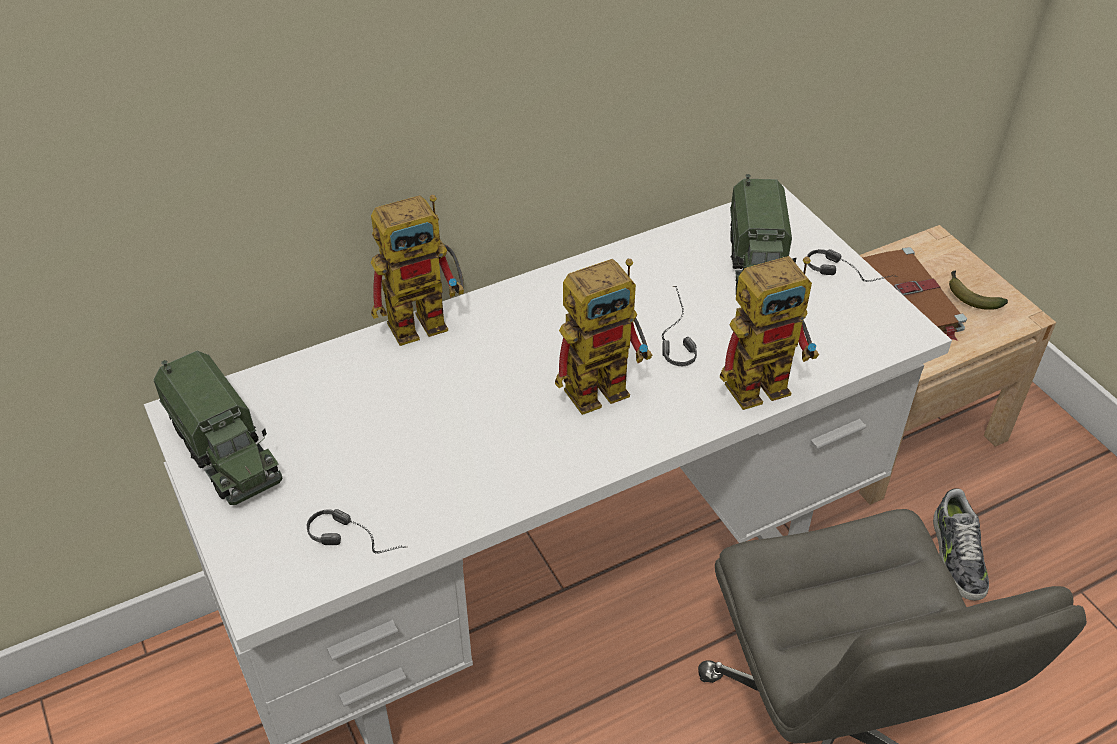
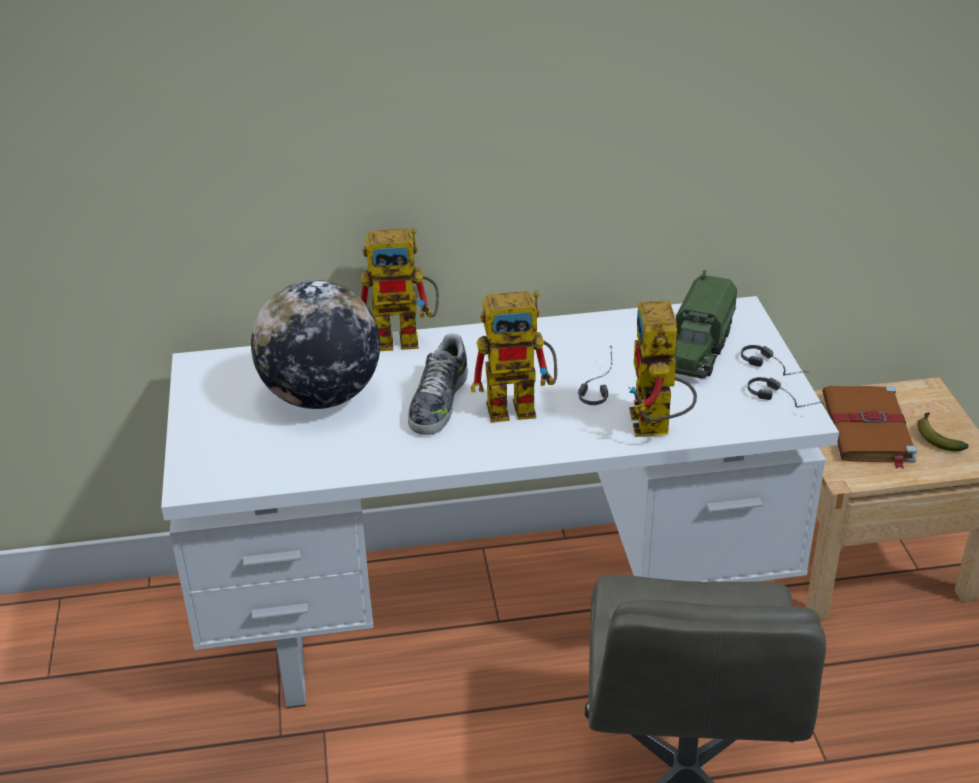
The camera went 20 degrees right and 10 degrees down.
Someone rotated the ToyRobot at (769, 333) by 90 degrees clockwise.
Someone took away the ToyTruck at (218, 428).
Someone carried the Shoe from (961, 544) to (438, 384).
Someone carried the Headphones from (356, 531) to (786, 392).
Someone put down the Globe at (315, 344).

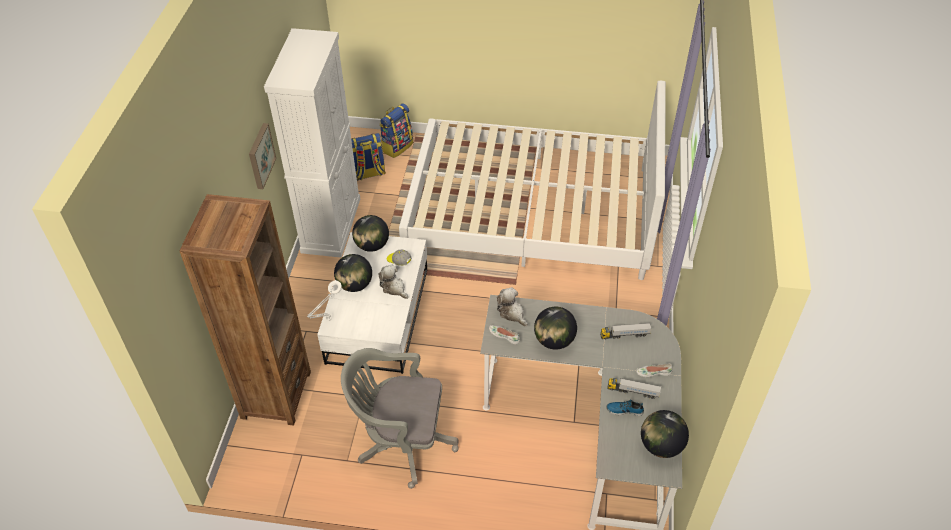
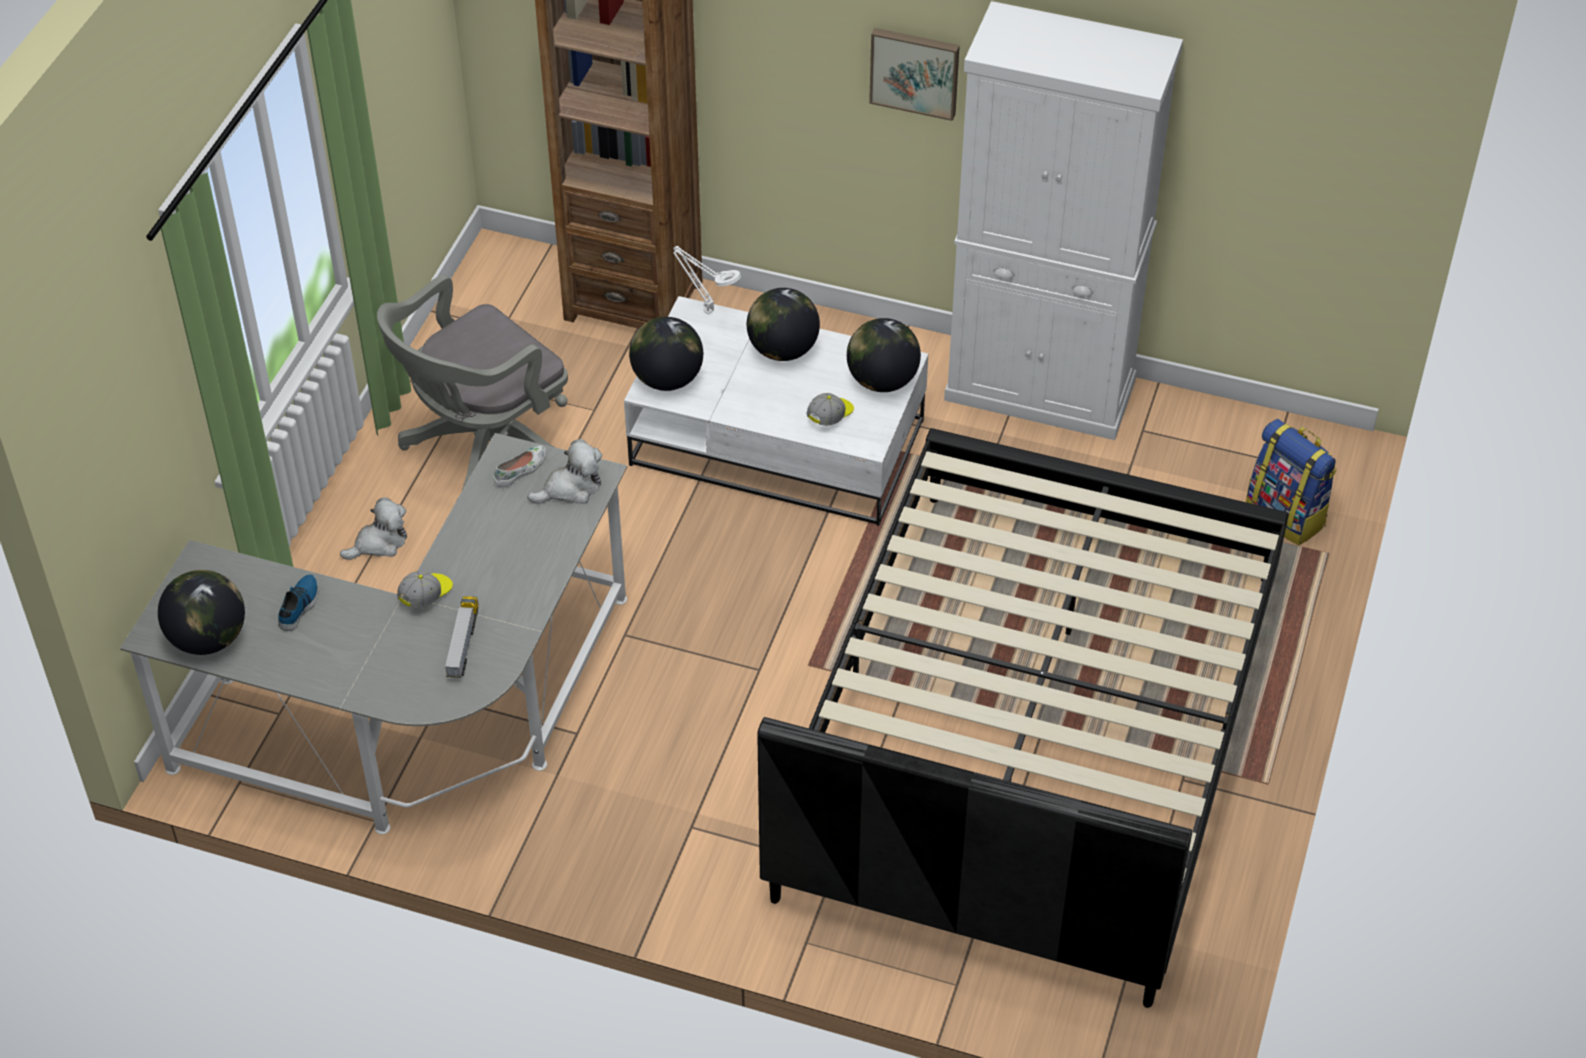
The camera went 100 degrees right and 0 degrees up.
Someone repainted the WhiteBed at (532, 180), which became the BlackBed at (1023, 718).
Someone took away the Backpack at (368, 157).
Someone carried the PlushToy from (393, 281) to (373, 528).
Someone carried the Globe from (555, 328) to (666, 354).
Someone rotated the GreyOfficeChair at (399, 418) by 150 degrees counterclockwise.
Someone took away the WhiteShoe at (654, 370).
Someone took away the ToyTruck at (634, 388).
Someone put down the Cap at (425, 589).

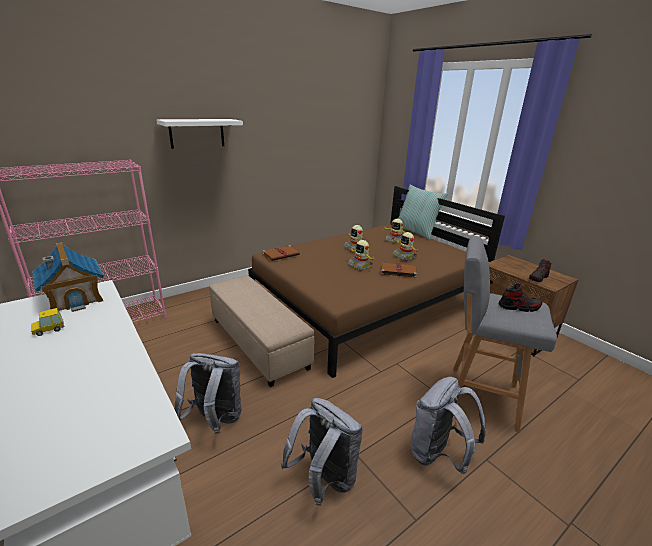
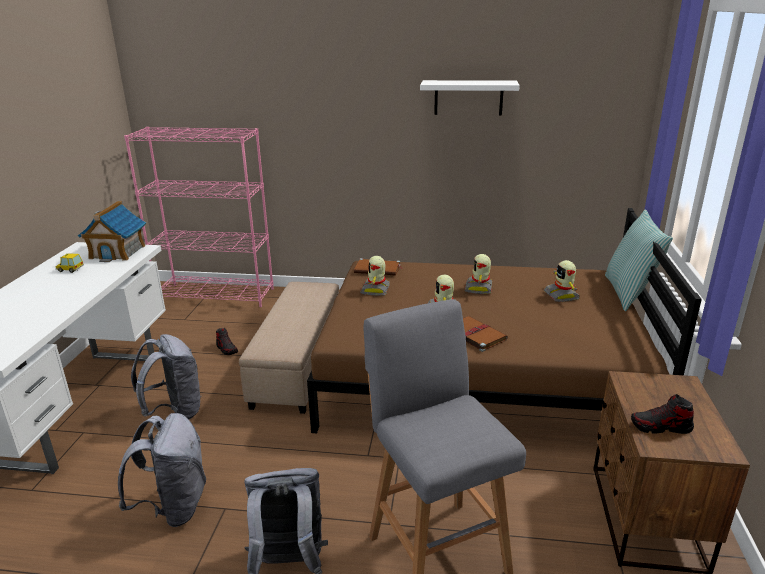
The camera went 45 degrees right and 0 degrees up.
Someone carried the WhiteShelf from (199, 134) to (470, 97).
Someone carried the ToyRobot from (405, 246) to (375, 275).
Someone carried the Shoe from (520, 298) to (227, 341).

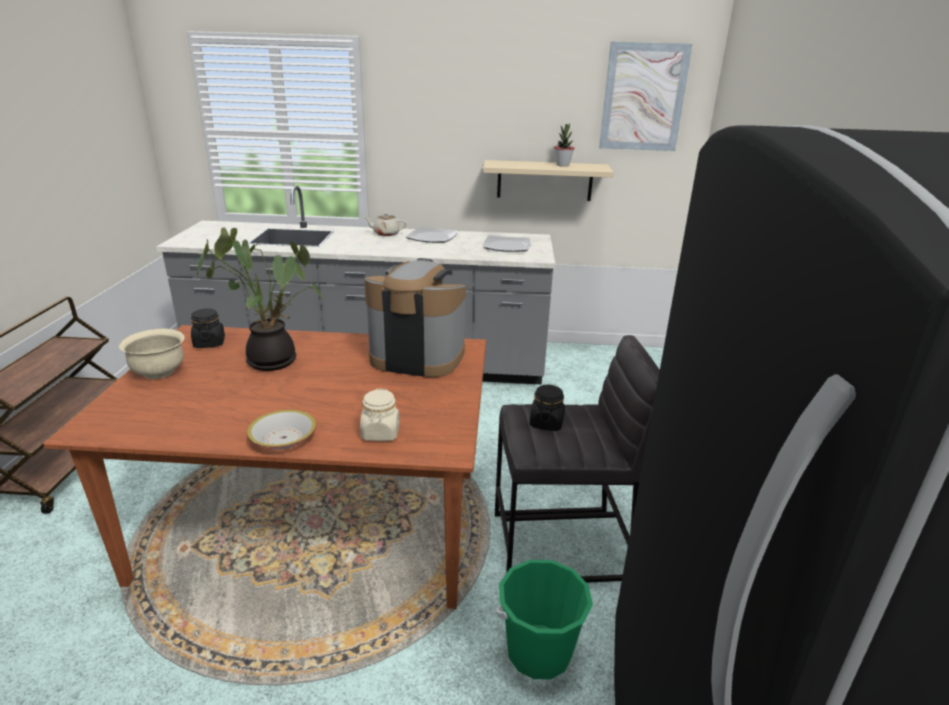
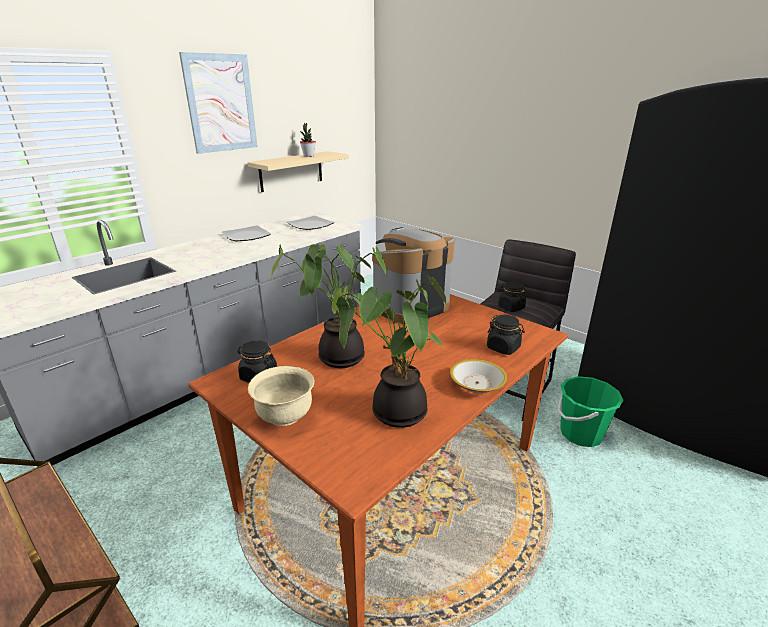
The camera went 50 degrees left and 0 degrees up.
Someone carried the Picture from (646, 96) to (218, 103).
Someone took away the BeigeTeapot at (385, 224).
Someone repainted the BeigeJar at (380, 414), which became the BlackJar at (506, 335).
Someone put down the PottedPlant at (389, 351).

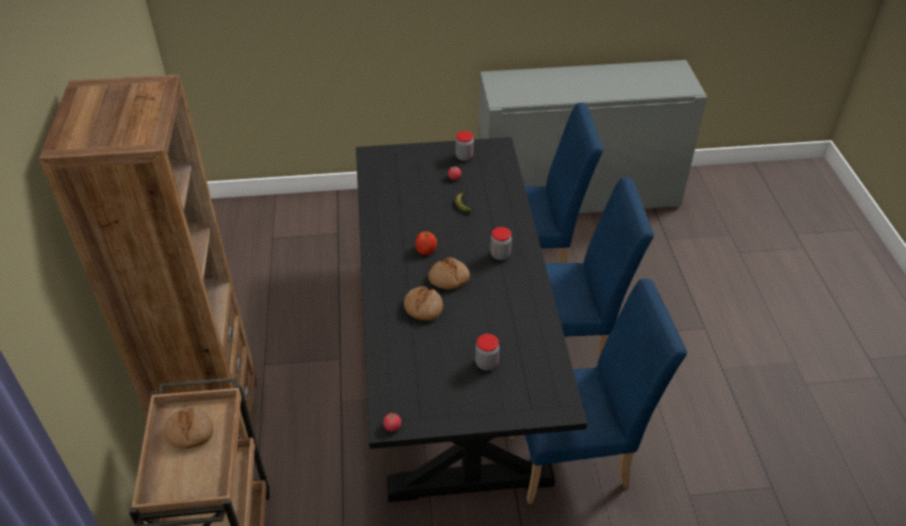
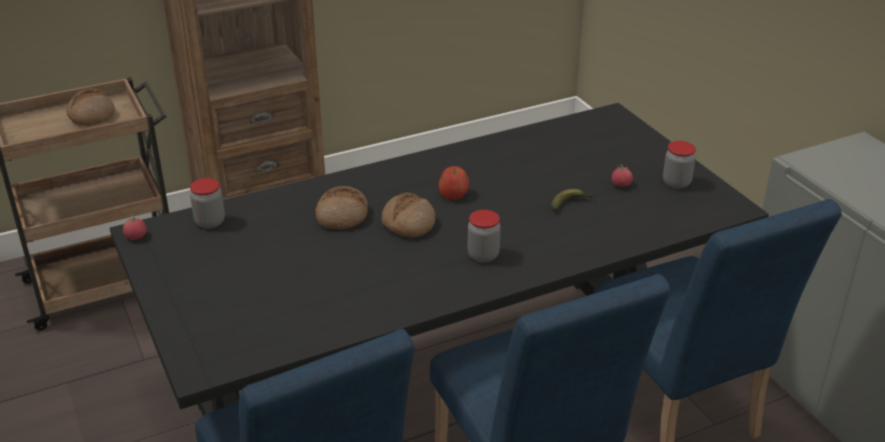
The camera went 70 degrees right and 10 degrees down.
Someone carried the Jar from (487, 352) to (207, 203).

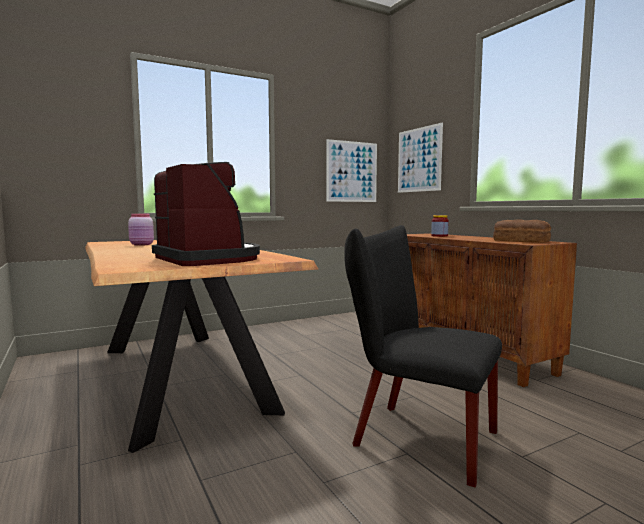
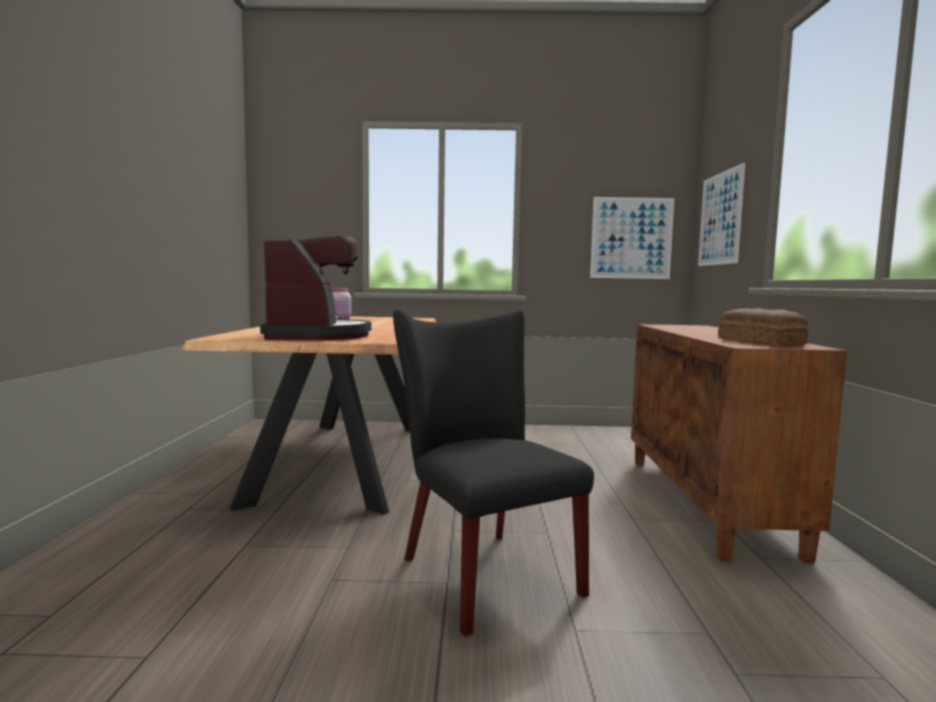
The camera went 30 degrees right and 0 degrees up.
Someone took away the Jar at (440, 226).

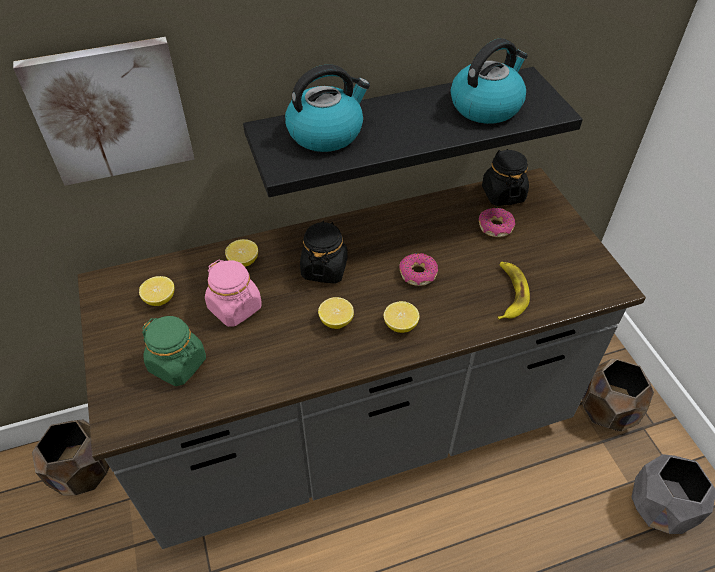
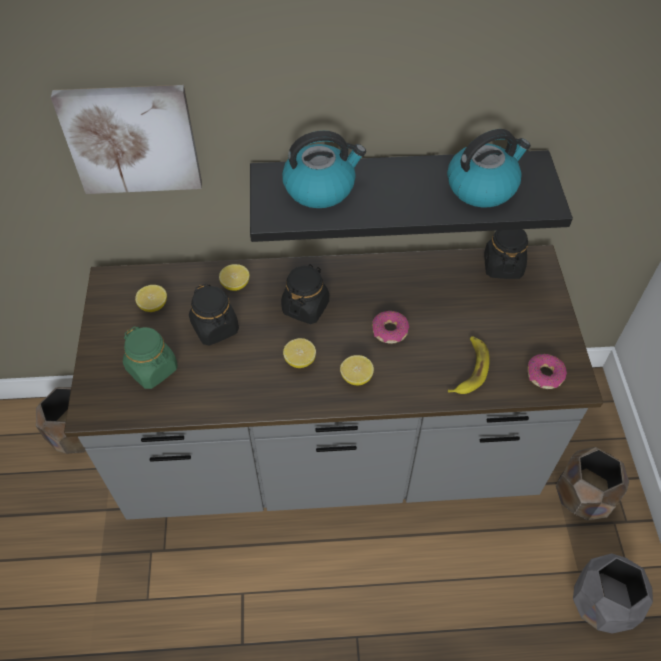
The camera went 15 degrees right and 5 degrees up.
Someone carried the Donut from (497, 222) to (547, 371).
Someone repainted the PinkJar at (233, 293), which became the BlackJar at (214, 314).

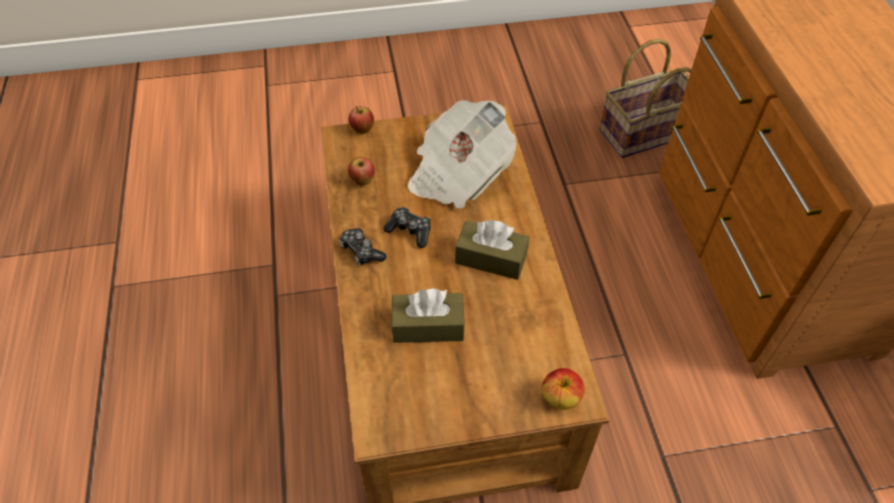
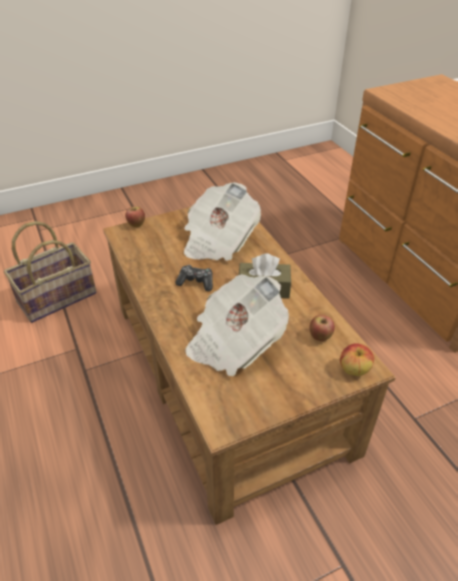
The camera went 15 degrees left and 10 degrees down.
Someone carried the Basket from (645, 98) to (50, 272).
Someone carried the Apple from (361, 171) to (322, 328).
Someone took away the GameController at (363, 246).
Someone swapped the BrownTissueBox at (428, 315) for the Newspaper at (237, 325).

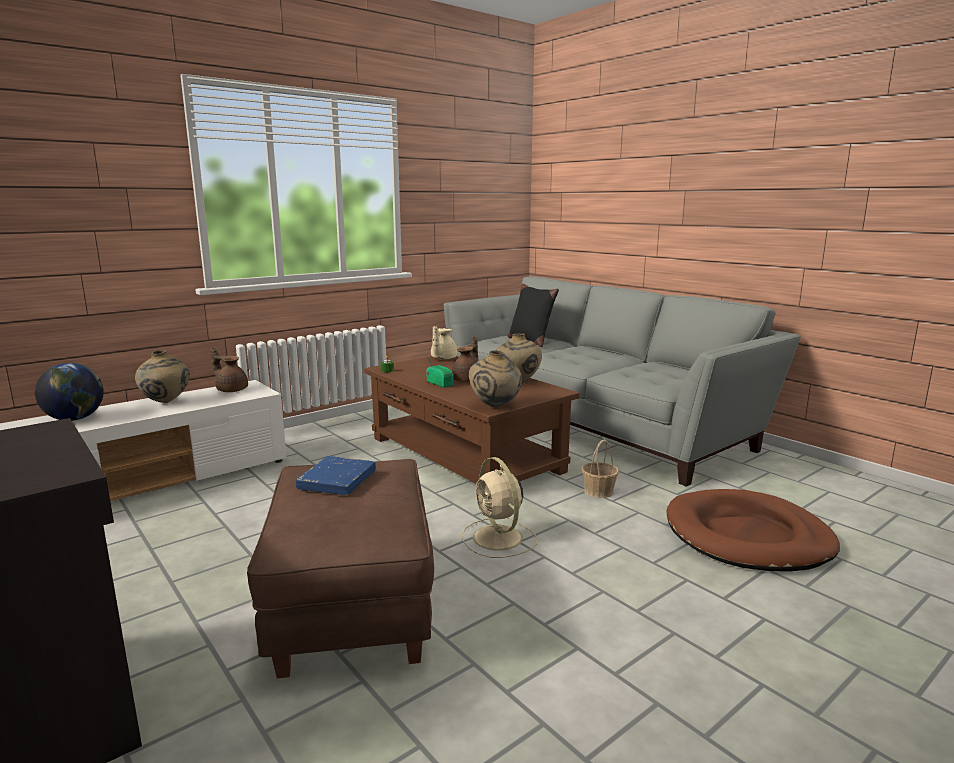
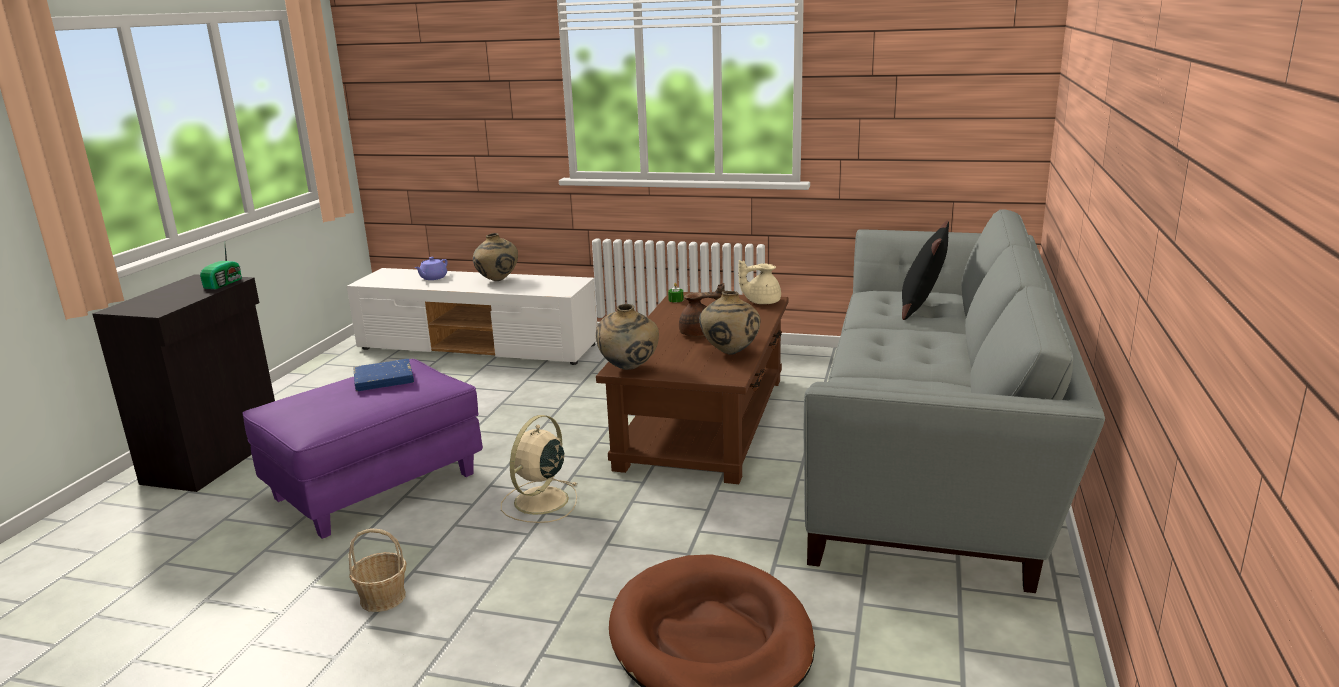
The camera went 55 degrees right and 5 degrees up.
Someone took away the BrownTeapot at (229, 370).
Someone carried the Radio from (438, 369) to (221, 266).
Someone swapped the Globe at (69, 392) for the PurpleTeapot at (431, 268).
Someone carried the Basket from (600, 469) to (378, 570).
Someone repainted the BrownOttoman at (340, 568), which became the PurpleOttoman at (362, 449).

